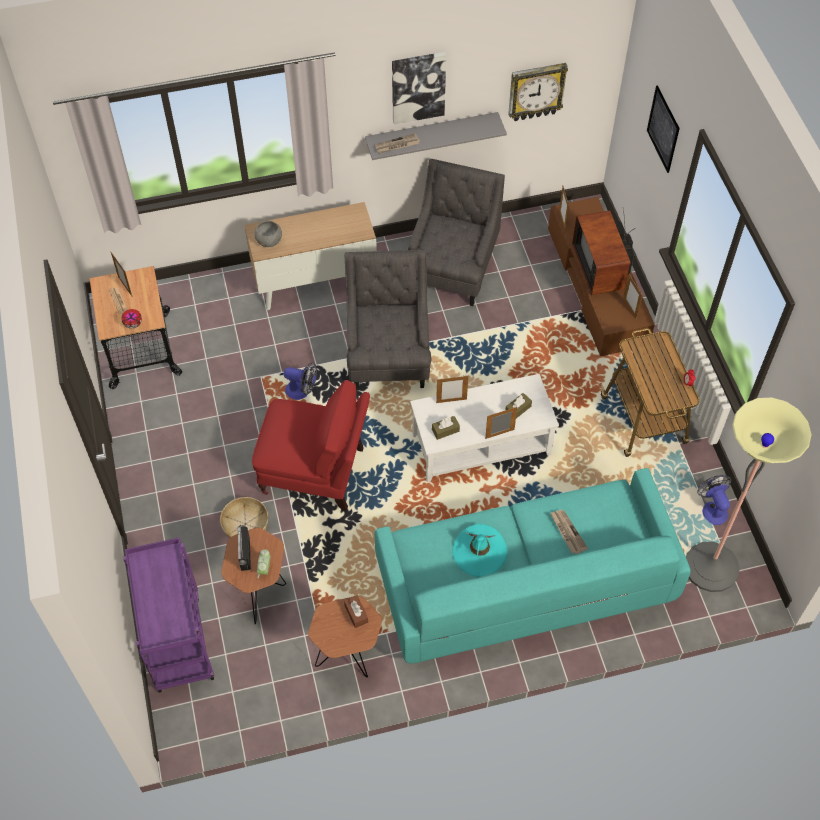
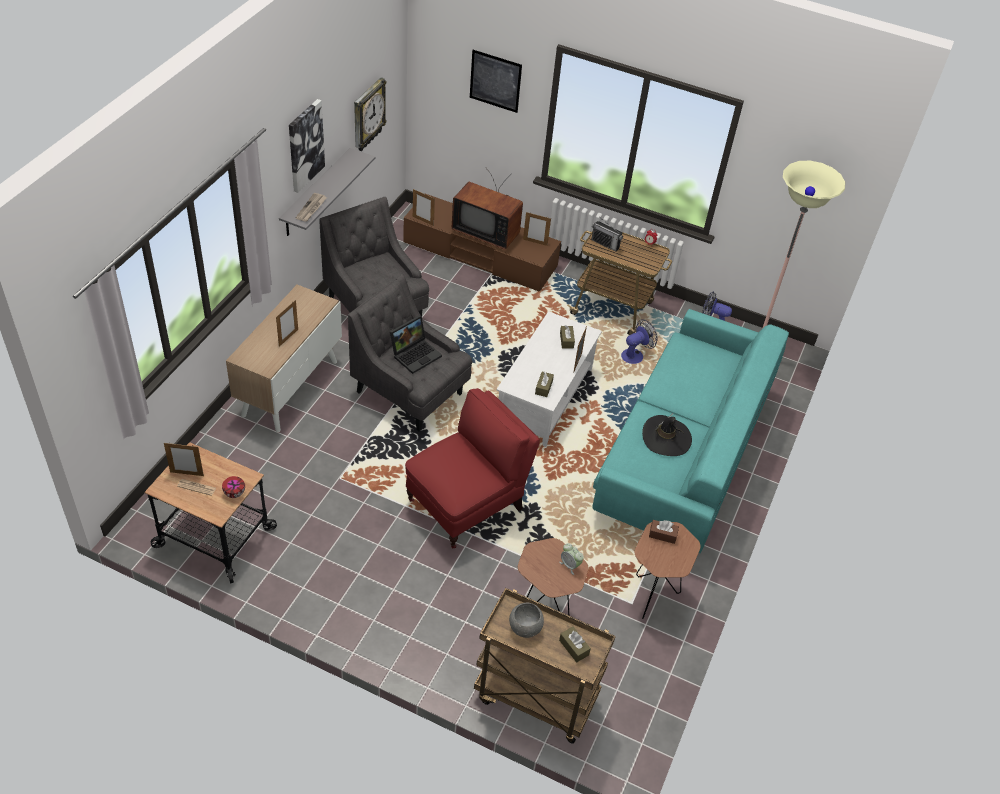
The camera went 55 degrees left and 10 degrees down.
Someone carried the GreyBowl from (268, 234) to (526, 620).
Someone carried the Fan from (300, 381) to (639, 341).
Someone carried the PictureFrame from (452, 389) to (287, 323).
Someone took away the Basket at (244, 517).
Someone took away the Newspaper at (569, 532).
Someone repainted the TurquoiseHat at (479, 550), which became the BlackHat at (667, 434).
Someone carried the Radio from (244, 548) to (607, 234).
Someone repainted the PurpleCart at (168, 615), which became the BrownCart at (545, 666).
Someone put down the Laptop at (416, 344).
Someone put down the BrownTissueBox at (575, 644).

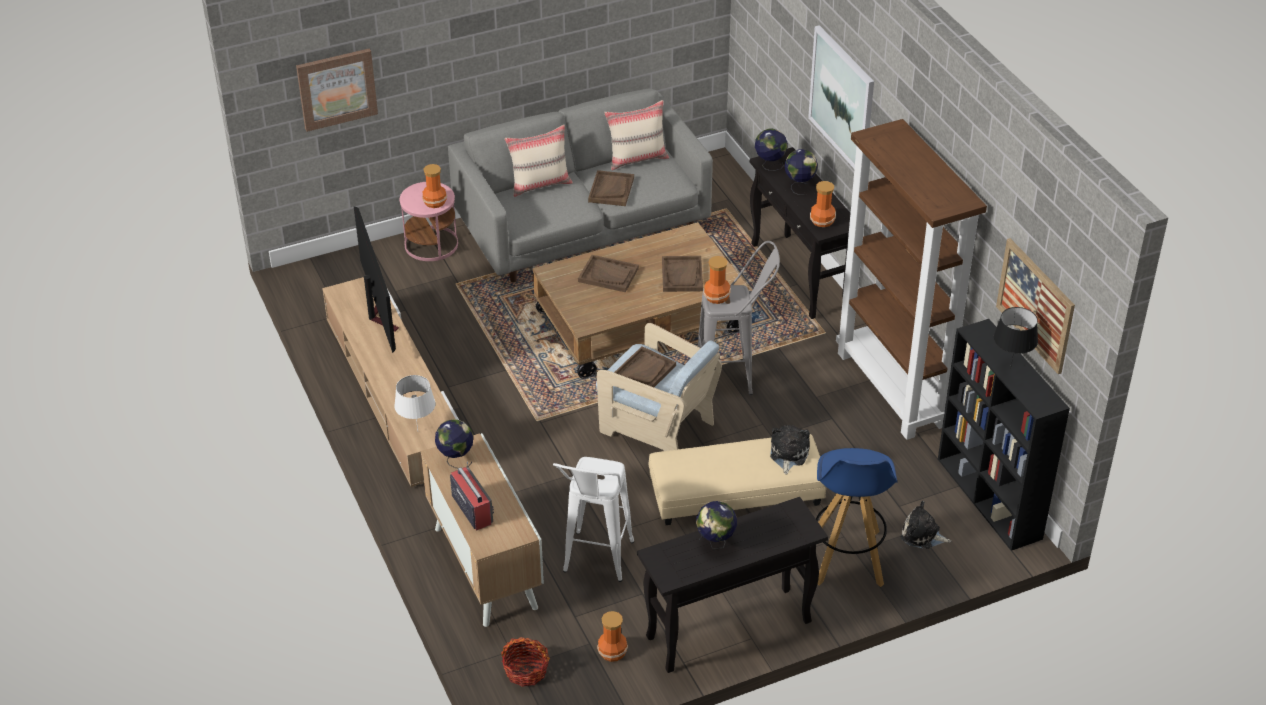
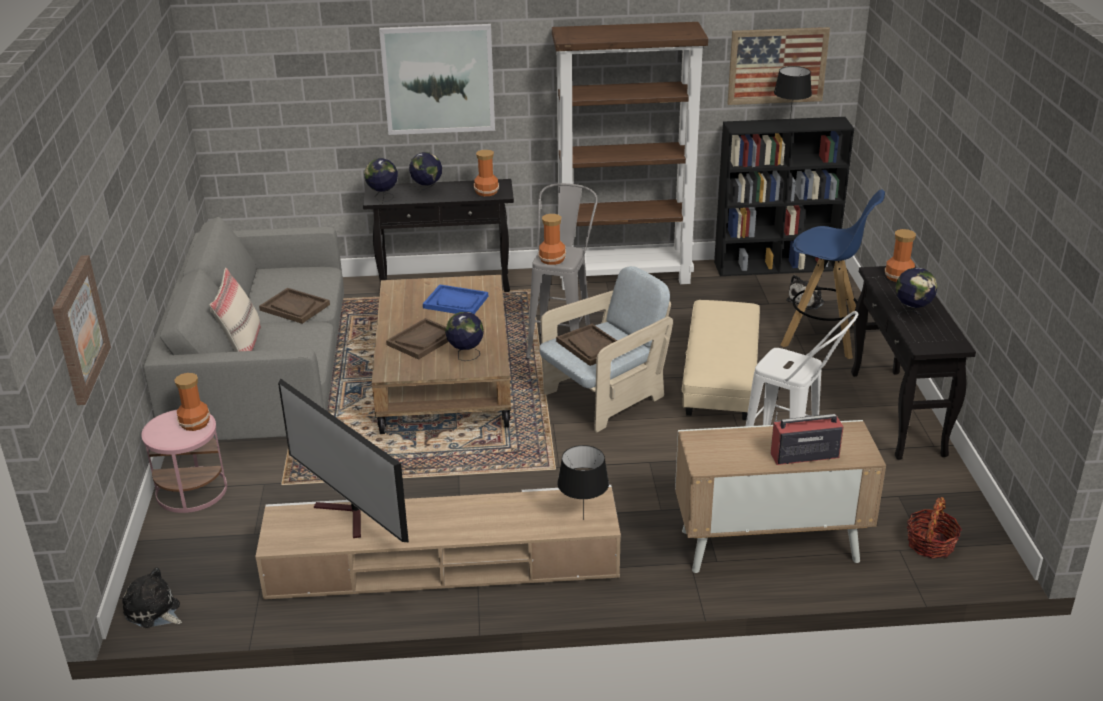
The camera went 70 degrees left and 10 degrees down.
Someone took away the BeigePillow at (636, 135).
Someone rotated the Television at (376, 279) by 135 degrees counterclockwise.
Someone repainted the BrownTray at (682, 274), which became the BlueTray at (455, 299).
Someone repainted the WhiteTableLamp at (415, 403), which became the BlackTableLamp at (583, 482).
Someone carried the Globe from (454, 443) to (464, 336).
Someone carried the PlushToy from (790, 449) to (152, 597).
Someone carried the Vase from (612, 636) to (900, 255).

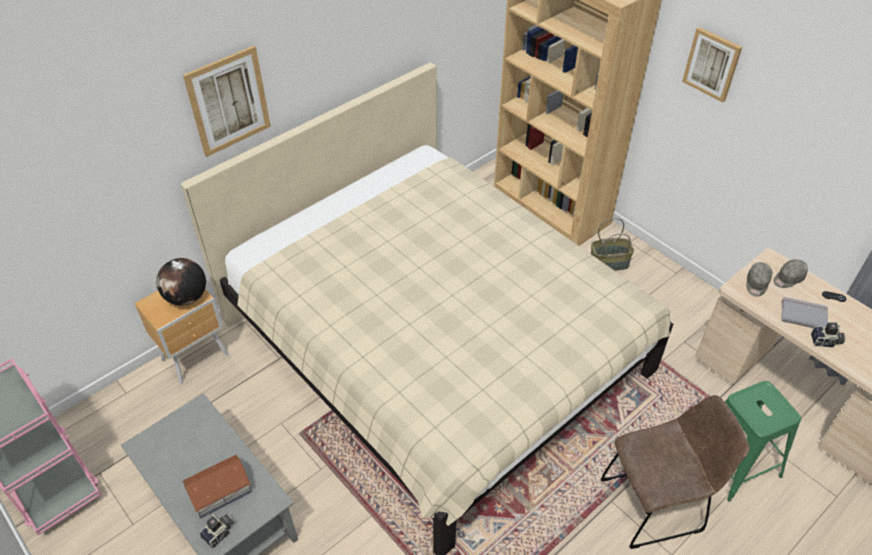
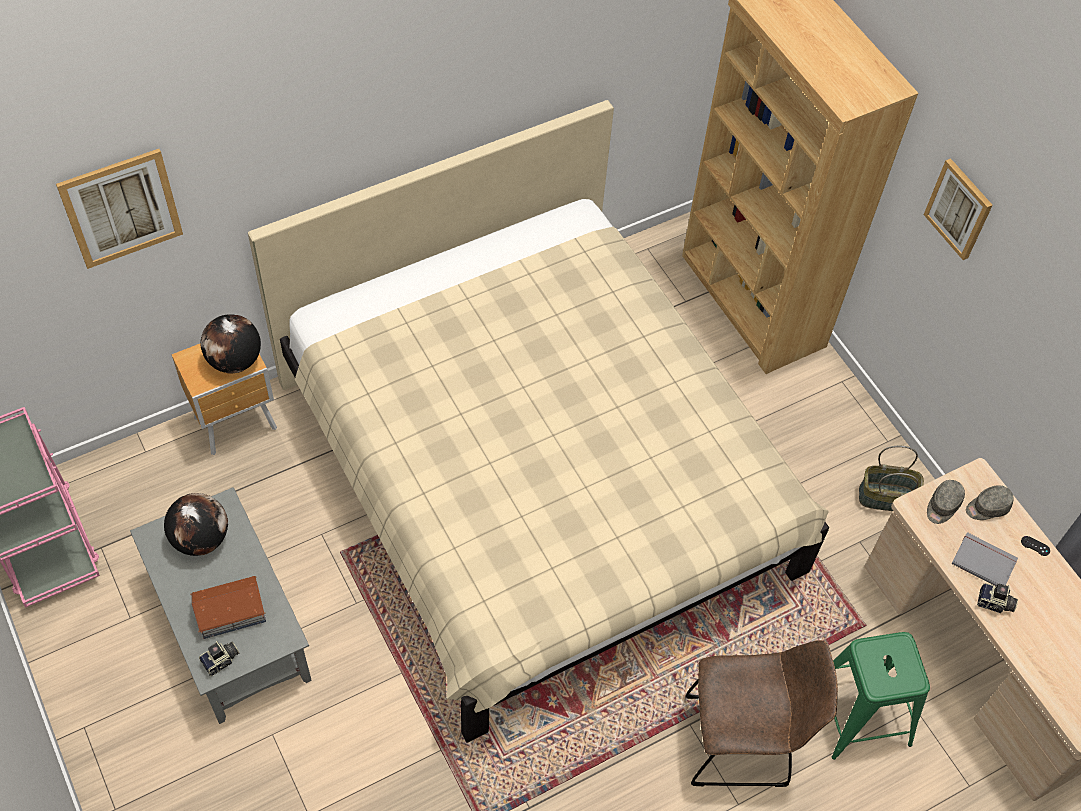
The camera went 10 degrees right and 10 degrees up.
Someone carried the Picture from (227, 101) to (119, 209).
Someone carried the Basket from (612, 244) to (891, 478).
Someone put down the Globe at (196, 524).

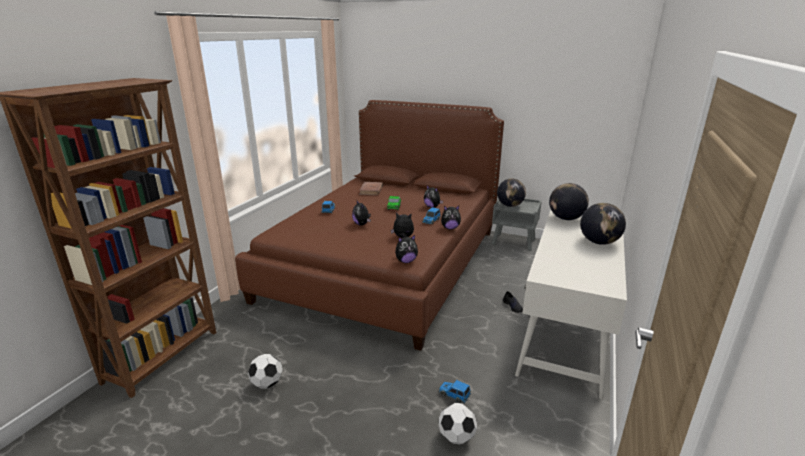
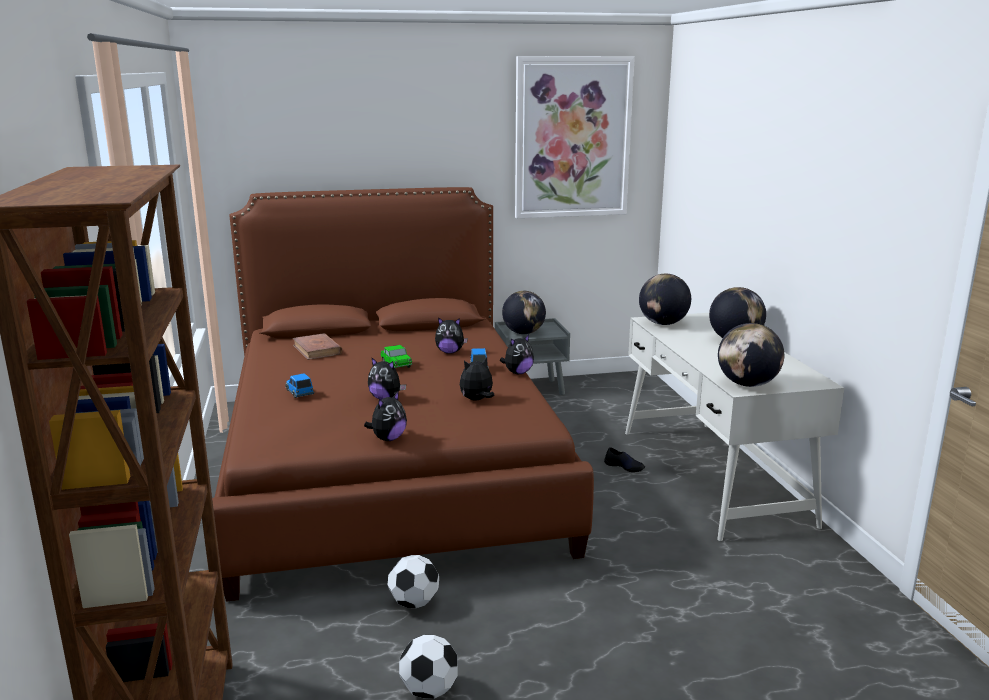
The camera went 35 degrees left and 5 degrees down.
Someone carried the PlushToy from (406, 249) to (385, 416).
Someone took away the ToyCar at (455, 391).
Someone carried the Football from (457, 424) to (413, 581).
Someone put up the Picture at (575, 137).
Someone put down the Globe at (751, 355).

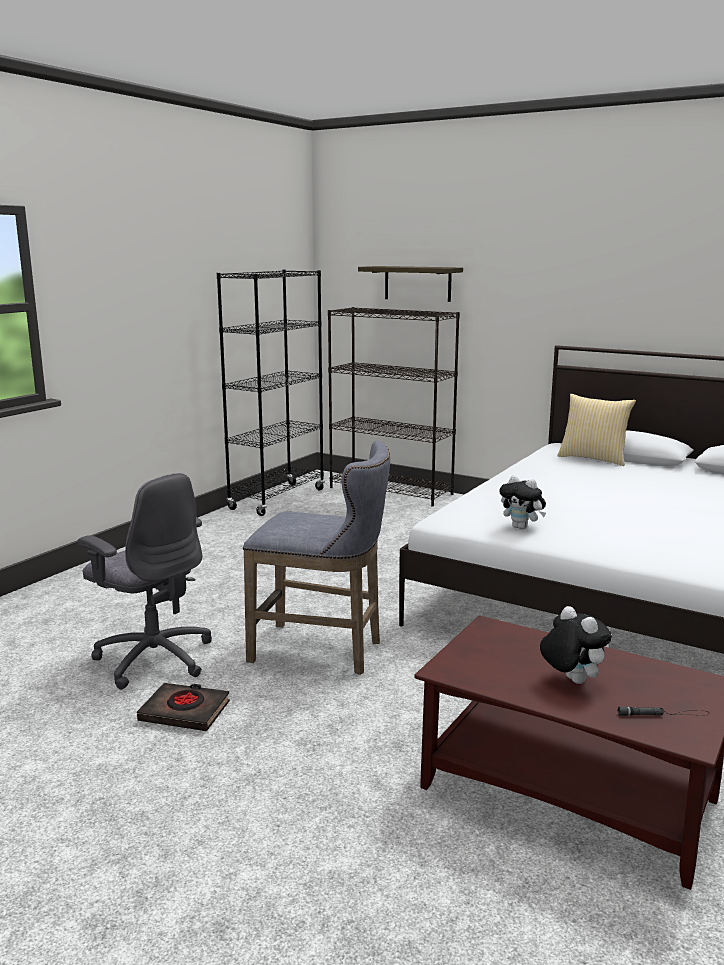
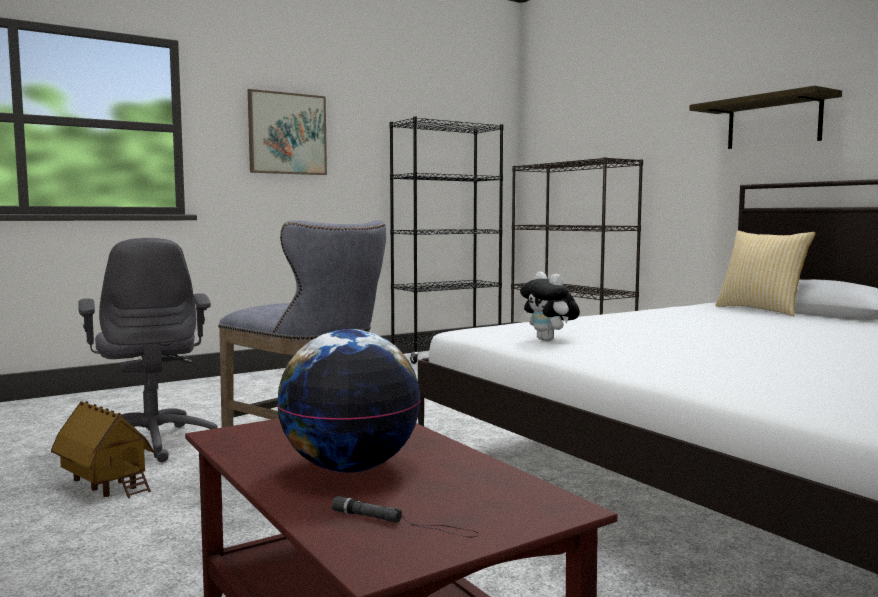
The camera went 25 degrees right and 10 degrees down.
Someone carried the Shelf from (410, 284) to (765, 117).
Someone swapped the PlushToy at (576, 645) for the Globe at (349, 400).
Someone swapped the BlackBook at (183, 707) for the ToyHouse at (102, 450).
Someone put up the Picture at (287, 132).

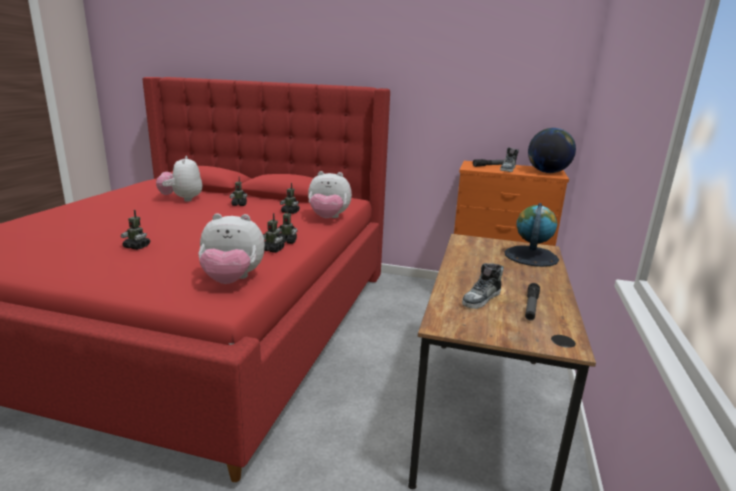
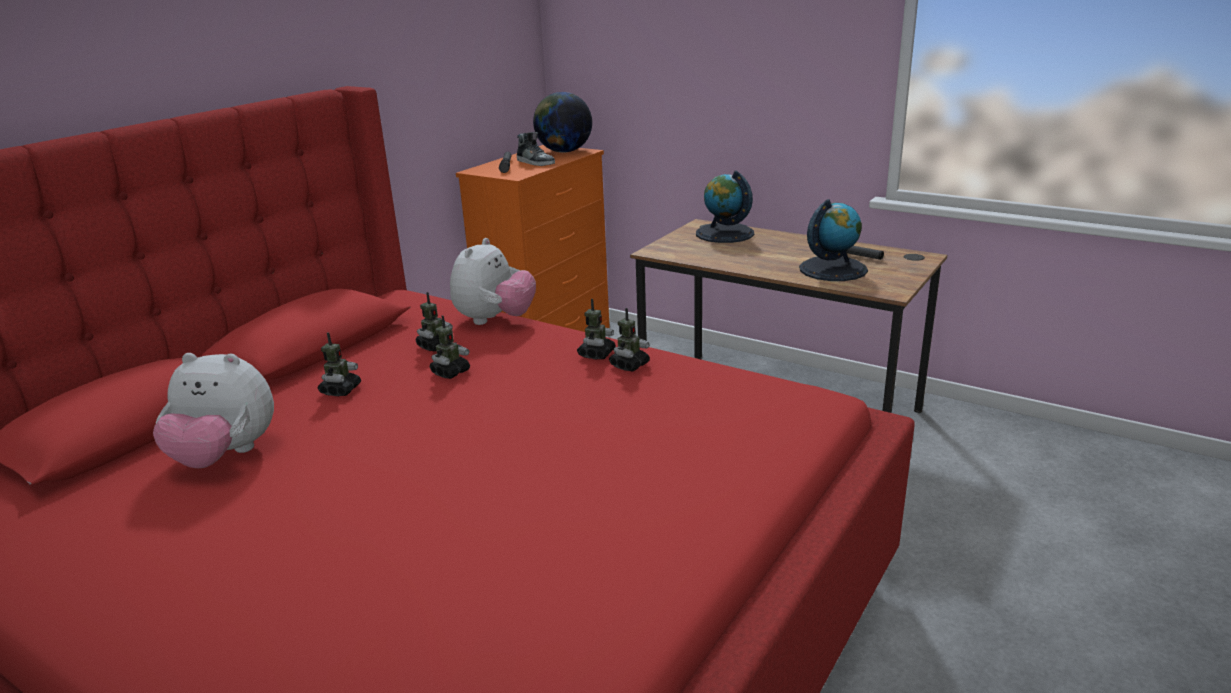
The camera went 70 degrees left and 5 degrees up.
Someone carried the ToyRobot from (135, 230) to (450, 347).
Someone took away the PlushToy at (231, 248).
Someone swapped the Shoe at (483, 286) for the Globe at (833, 240).

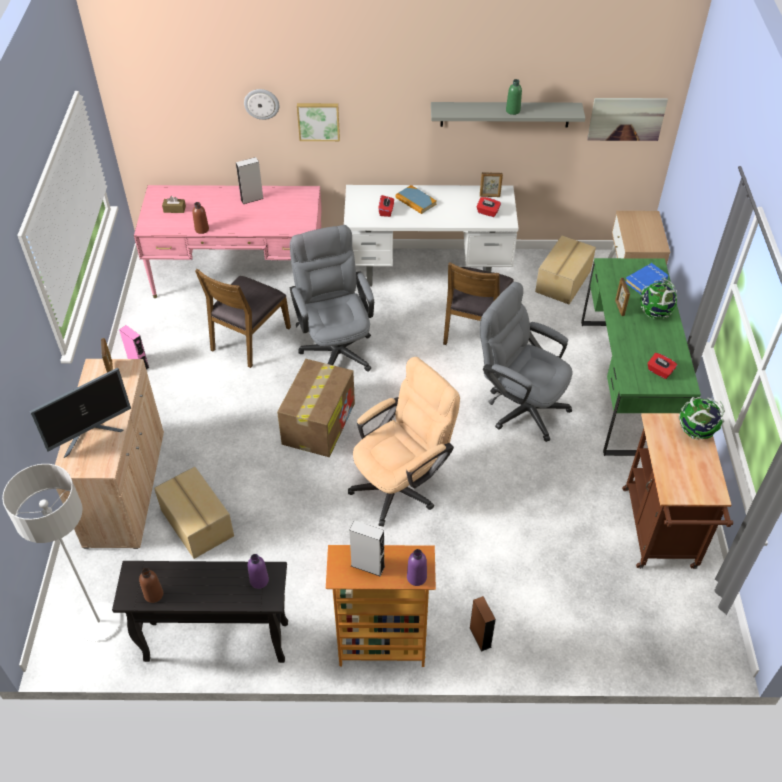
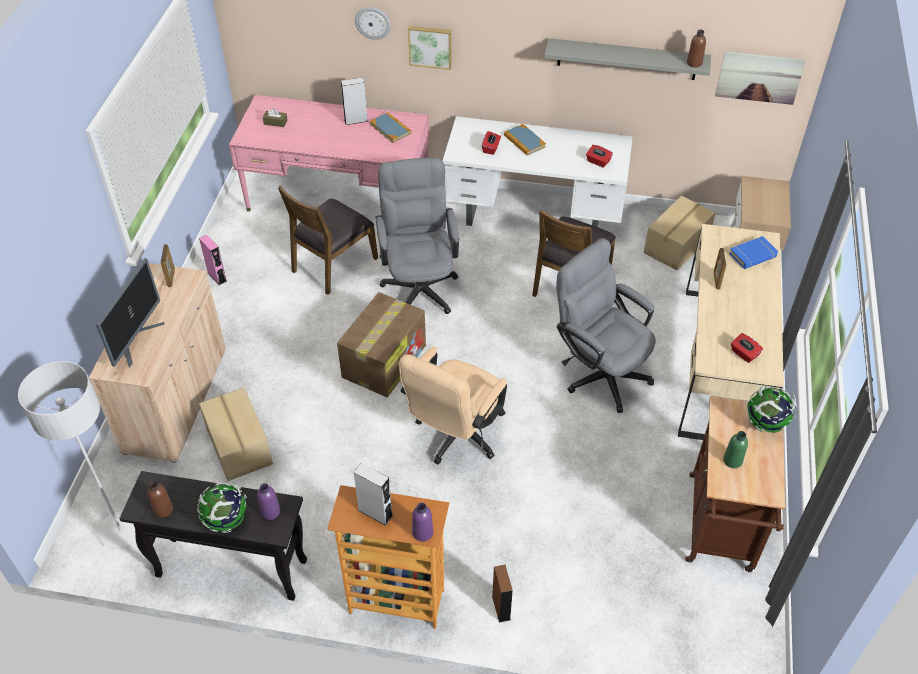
The camera went 10 degrees right and 0 degrees up.
Someone carried the GreenBottle from (514, 97) to (735, 449).
Someone took away the PictureFrame at (491, 184).
Someone carried the BrownBottle from (200, 218) to (696, 49).
Someone repainted the GreenDesk at (641, 357), which became the BeigeDesk at (731, 332).
Someone carried the Globe from (658, 298) to (221, 506).
Someone rotated the BeigeOfficeChair at (404, 442) by 150 degrees clockwise.
Someone rotated the Monitor at (80, 413) by 45 degrees counterclockwise.
Someone put down the Book at (390, 127).

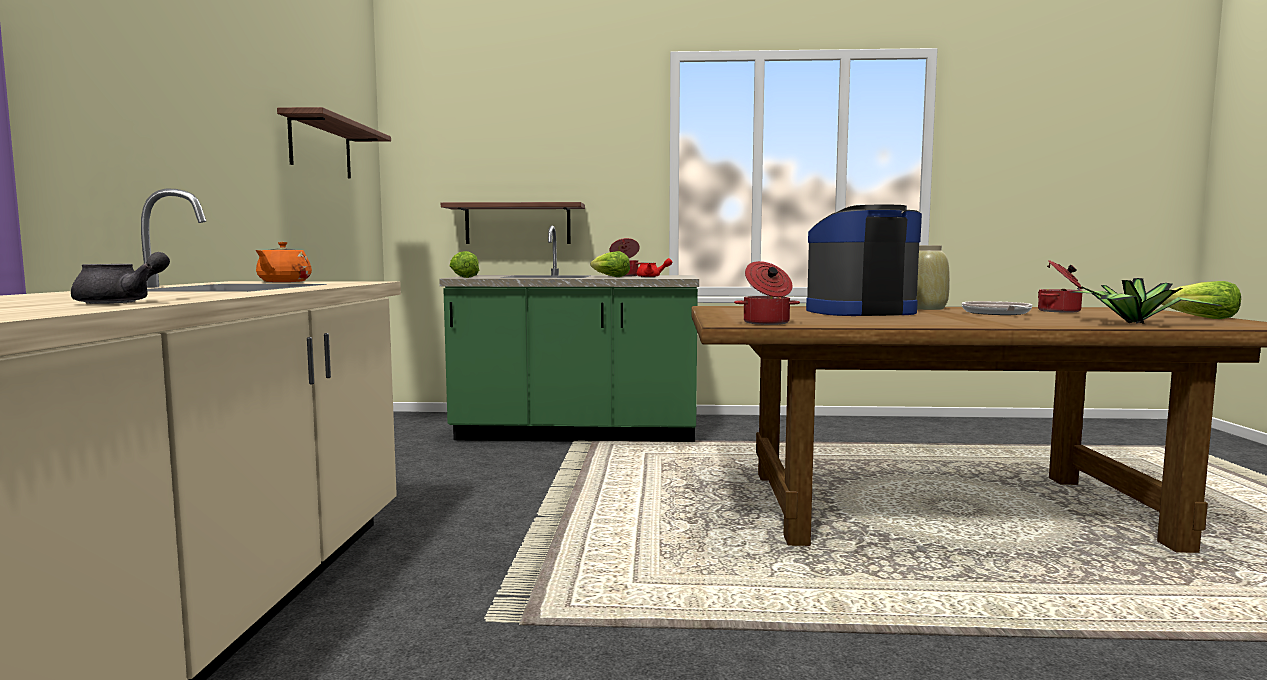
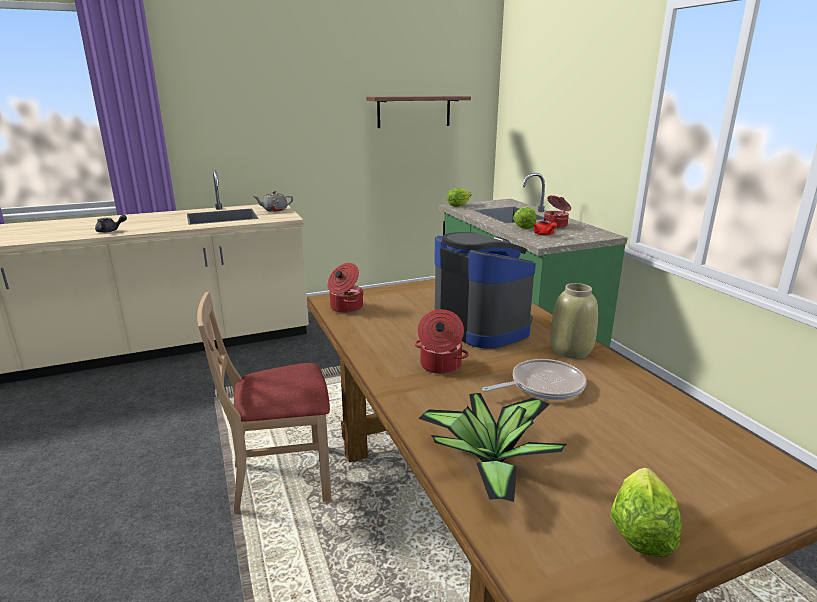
The camera went 65 degrees right and 15 degrees up.
Someone took away the Shelf at (513, 223).
Someone repainted the OrangeTeapot at (283, 262), which became the GreyTeapot at (273, 201).
Someone carried the CookingPot from (1060, 286) to (442, 341).
Someone put down the BeigeChair at (264, 403).

